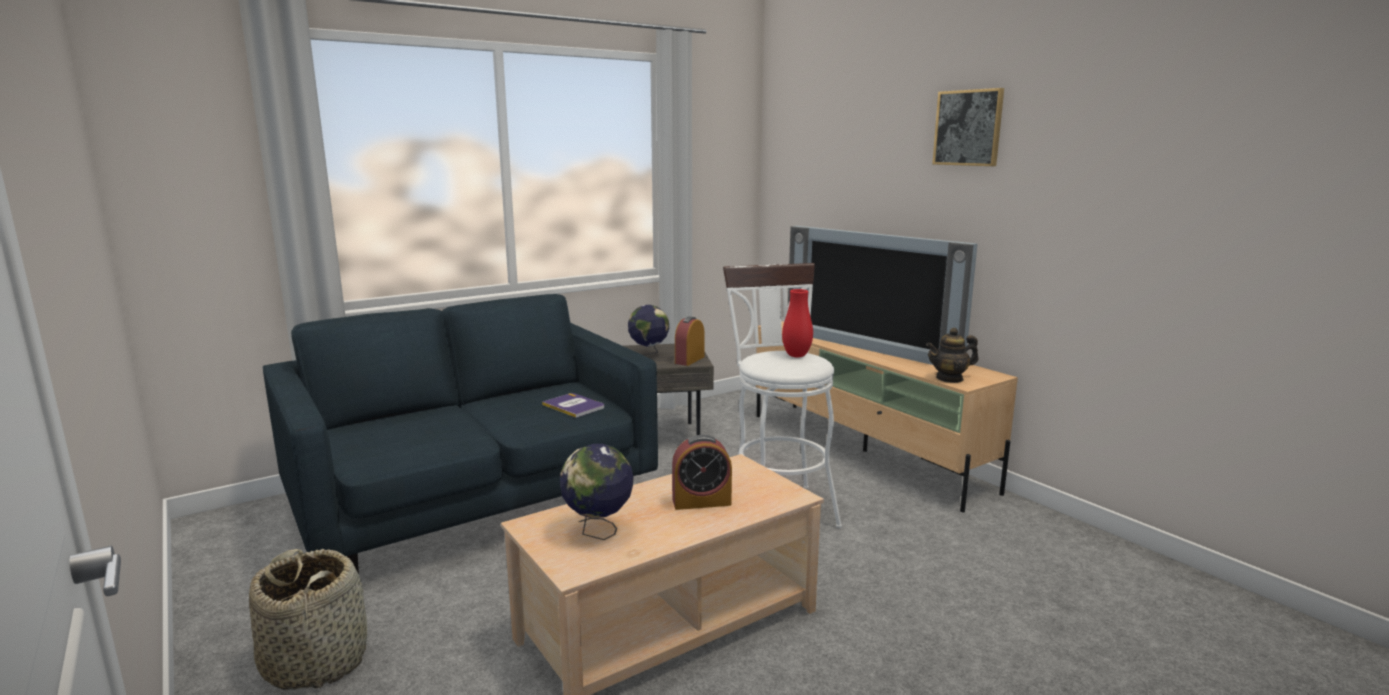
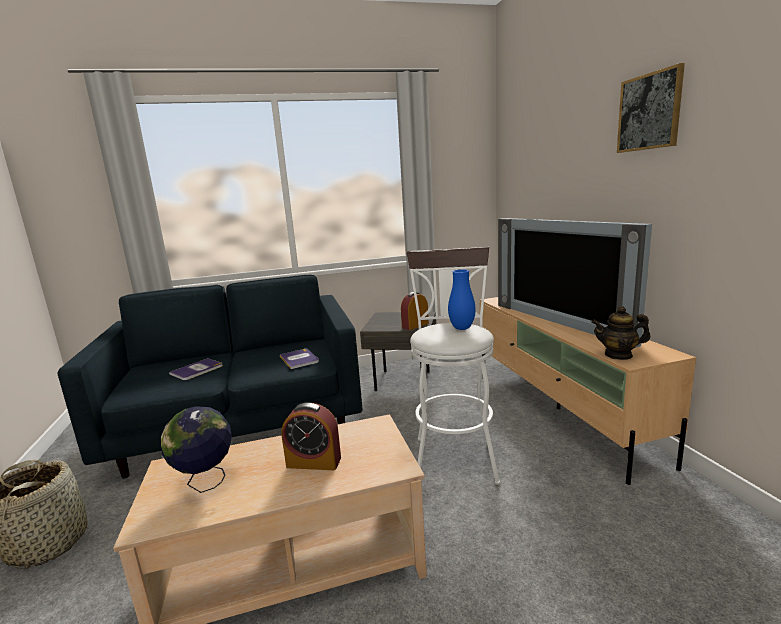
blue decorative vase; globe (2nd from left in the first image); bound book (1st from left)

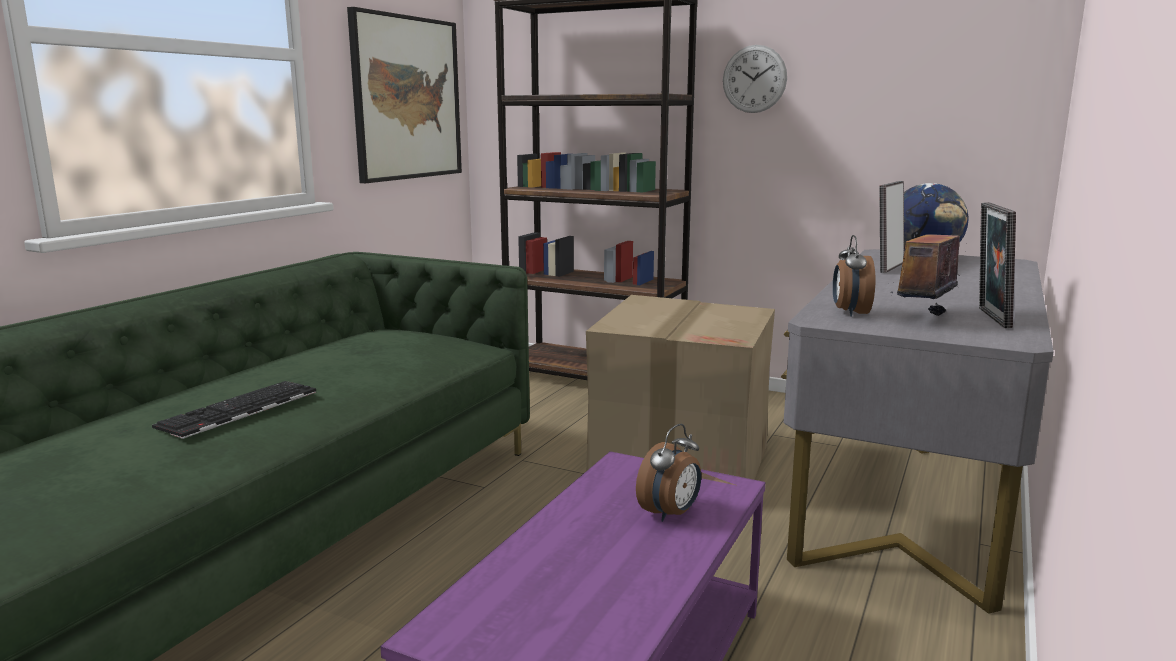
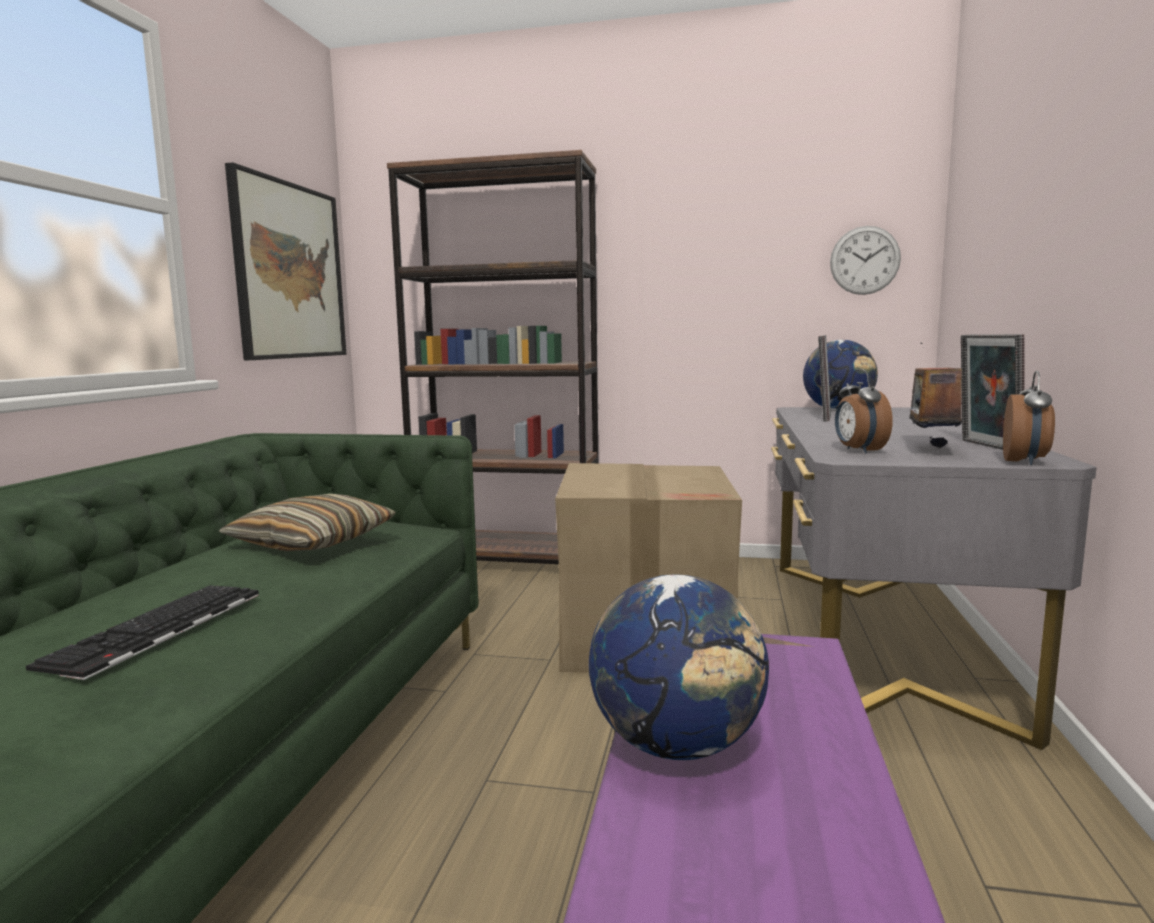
clock on the wall; table clock (2nd from left); throw pillow; globe (1st from left)

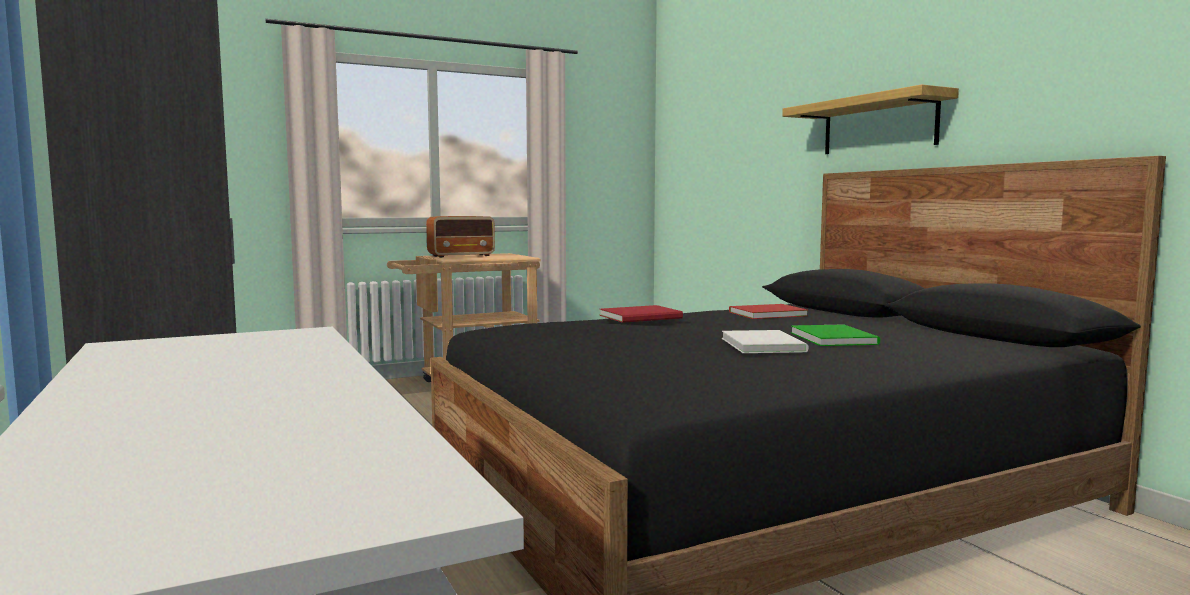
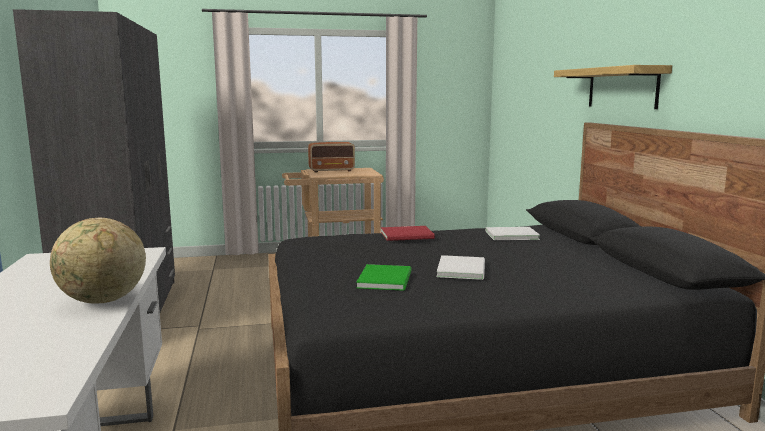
whitish bound book (2nd from left); green bound book; globe

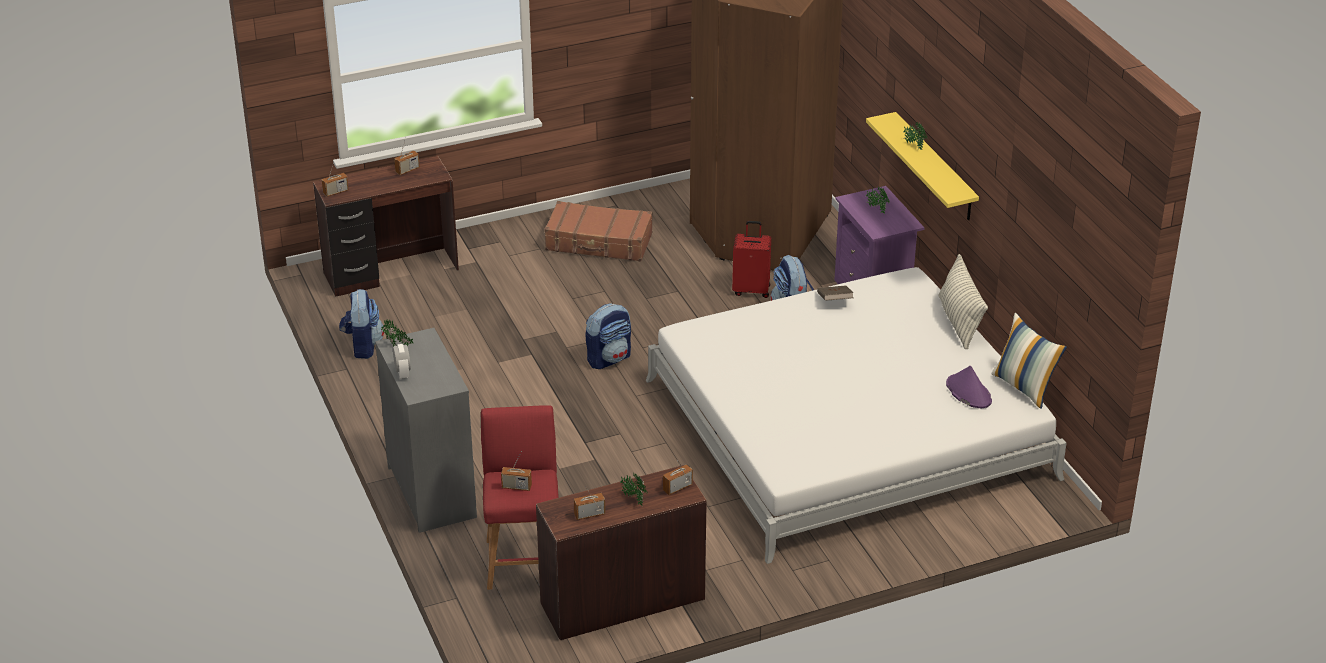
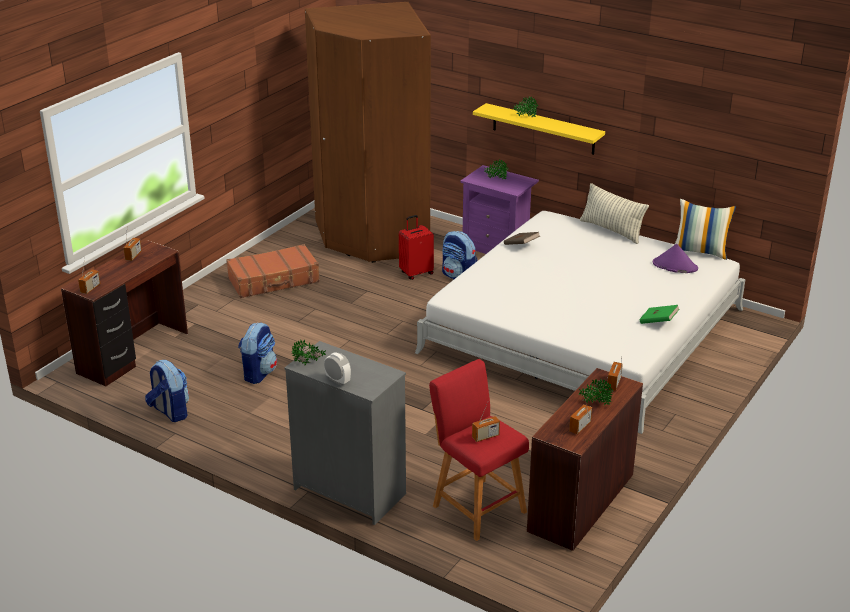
rucksack (2nd from left); green bound book

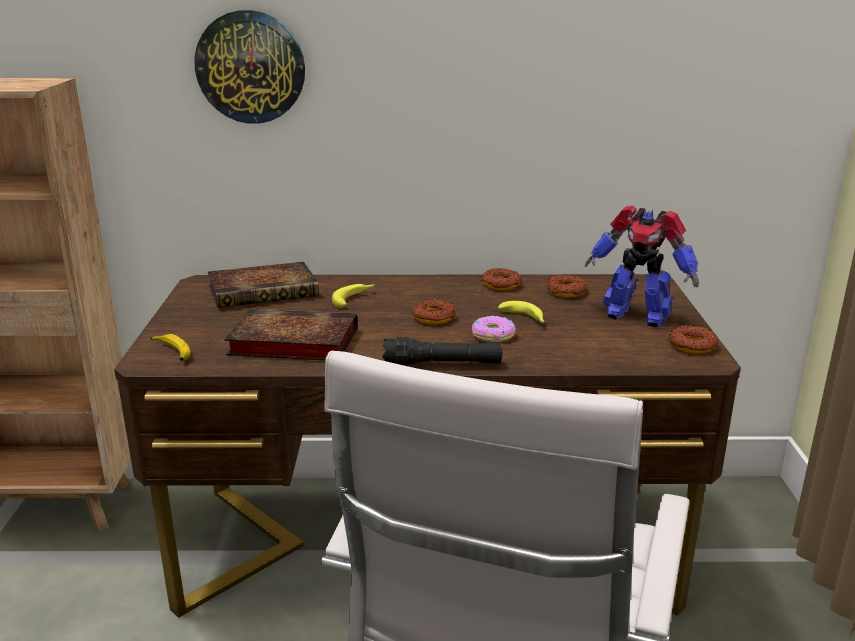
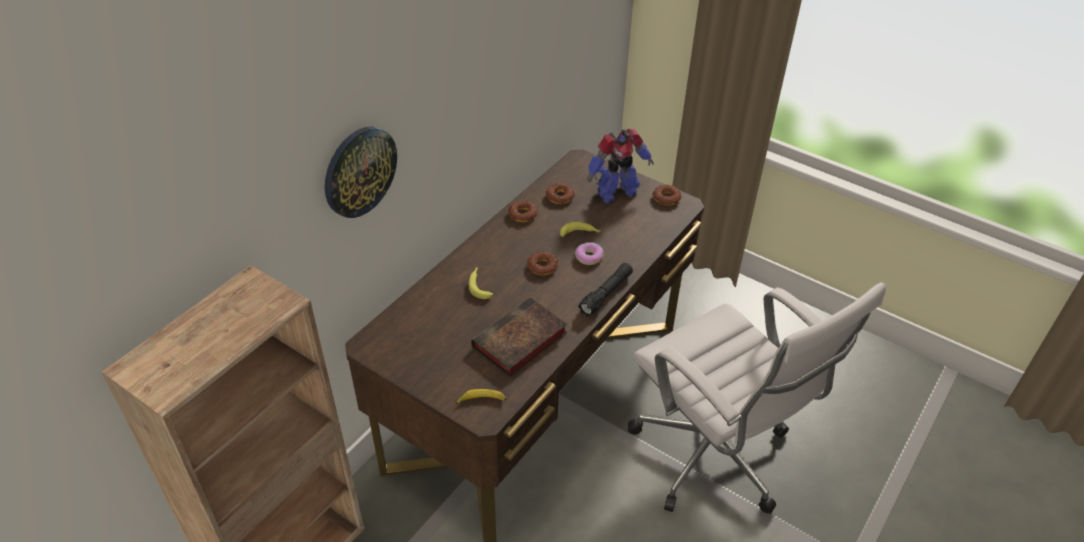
bound book (1st from left in the first image)

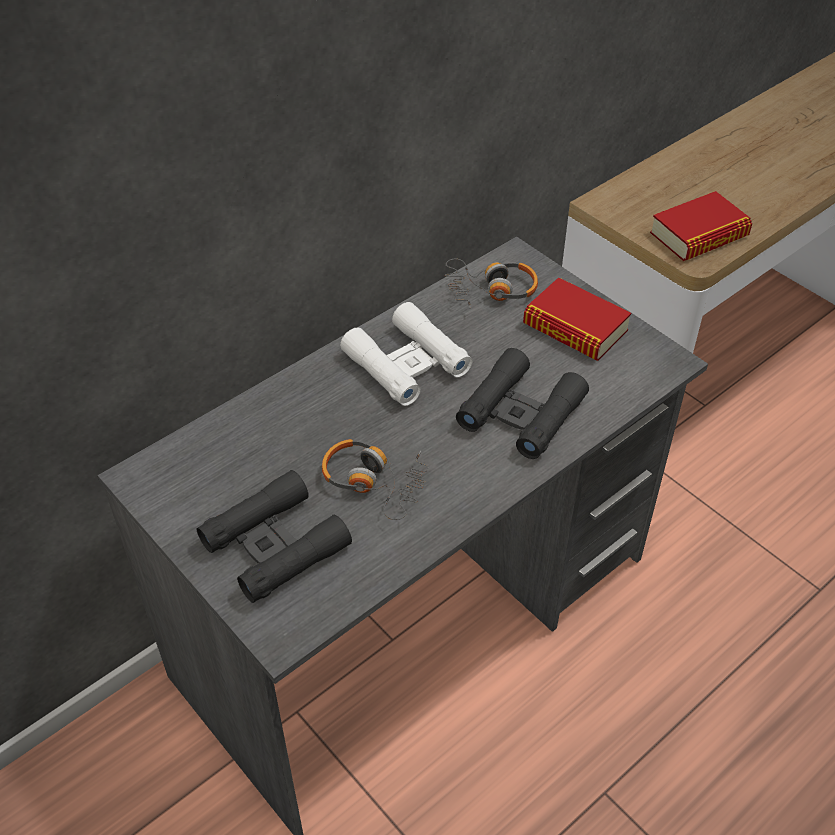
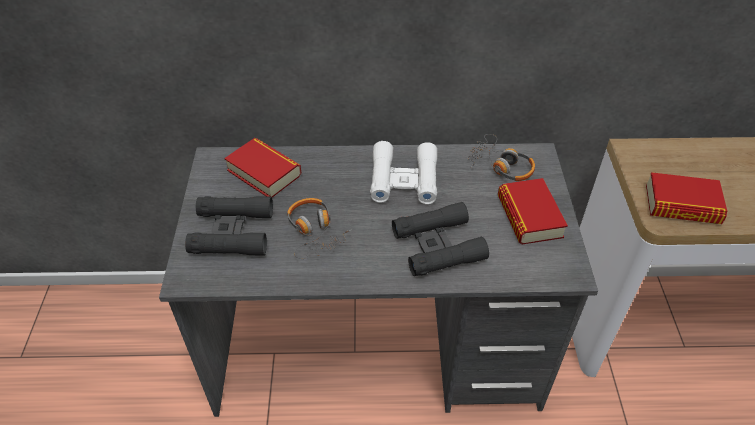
bound book (1st from left)

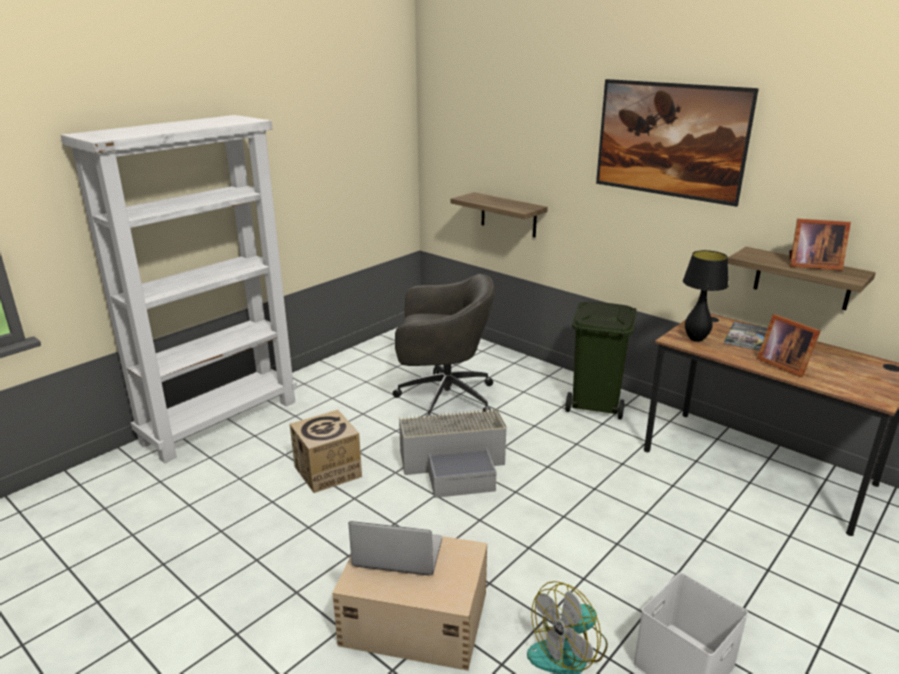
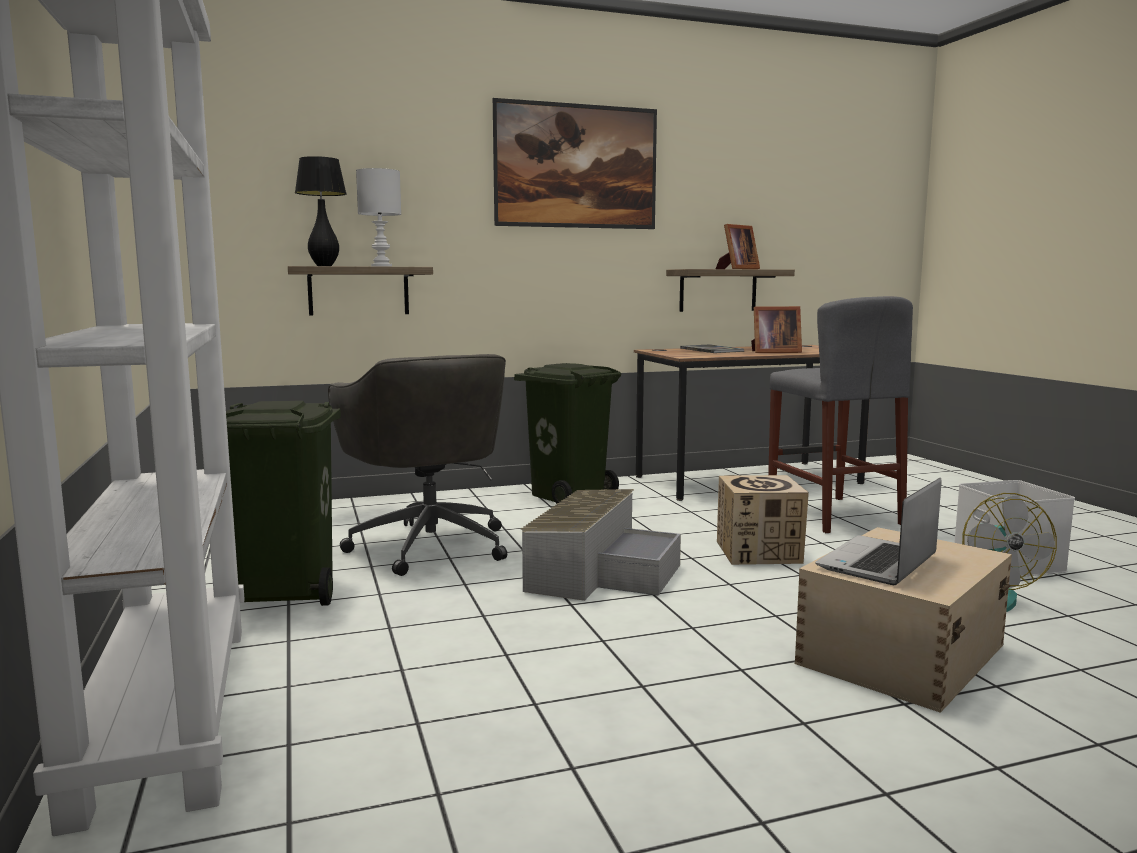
black-coloured table lamp; gray desk chair; carton; whitish table lamp; gray sitting stool; green waste bin (1st from left)

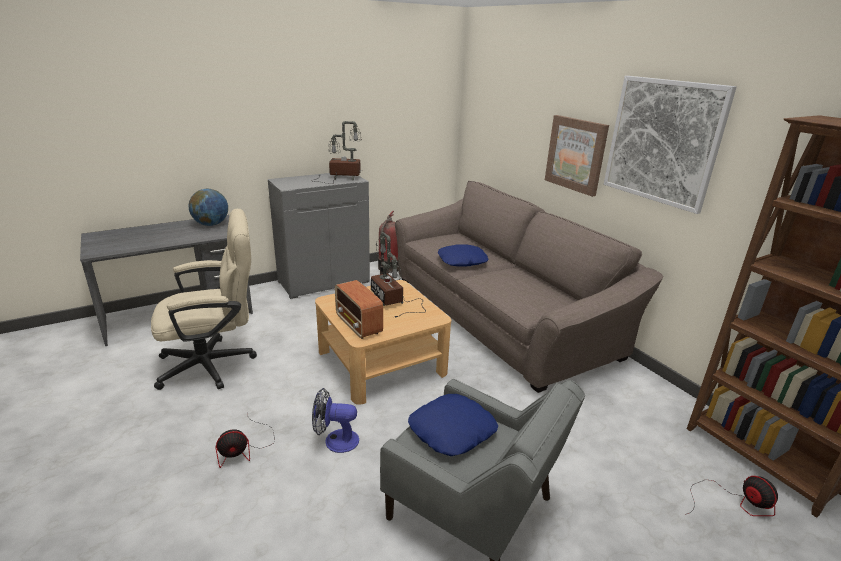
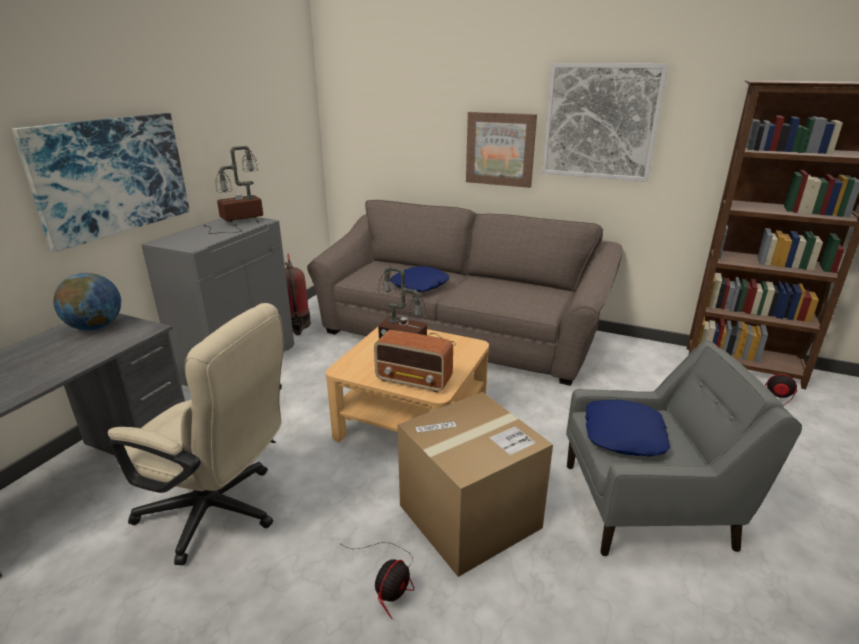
beige-coloured desk chair; carton; wall art (1st from left)

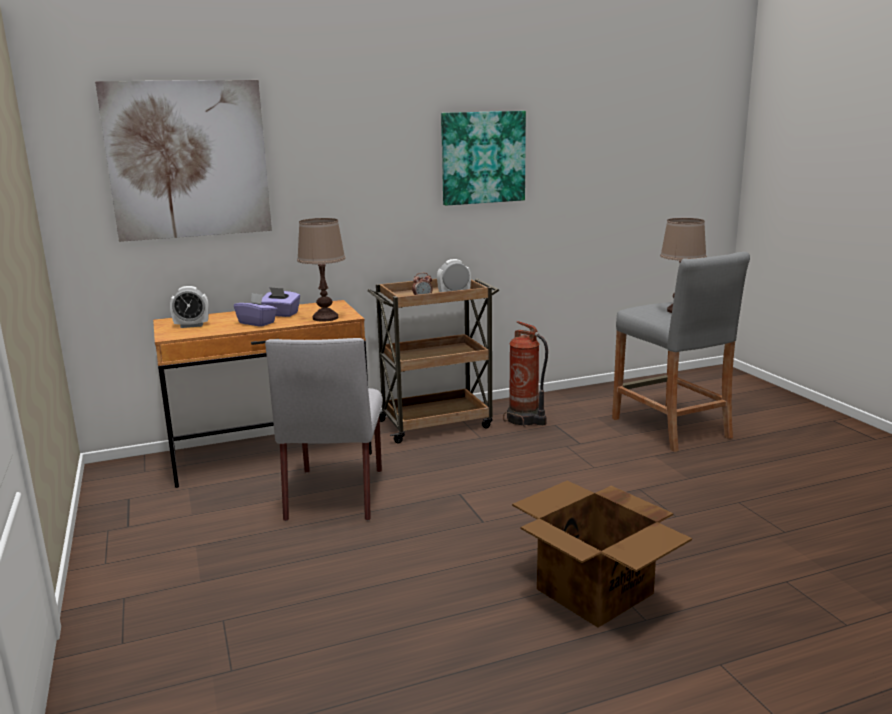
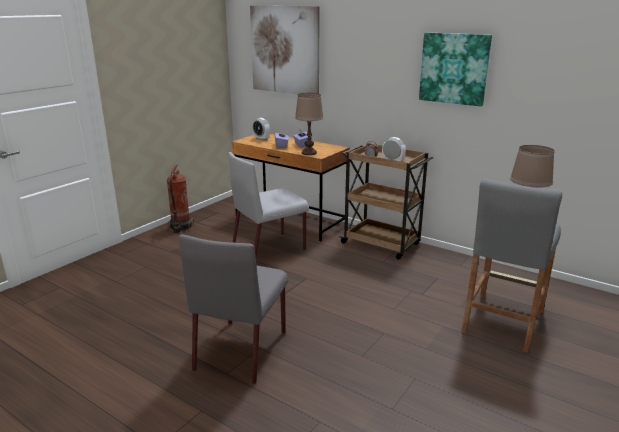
extinguisher; gray upright chair (1st from left)

